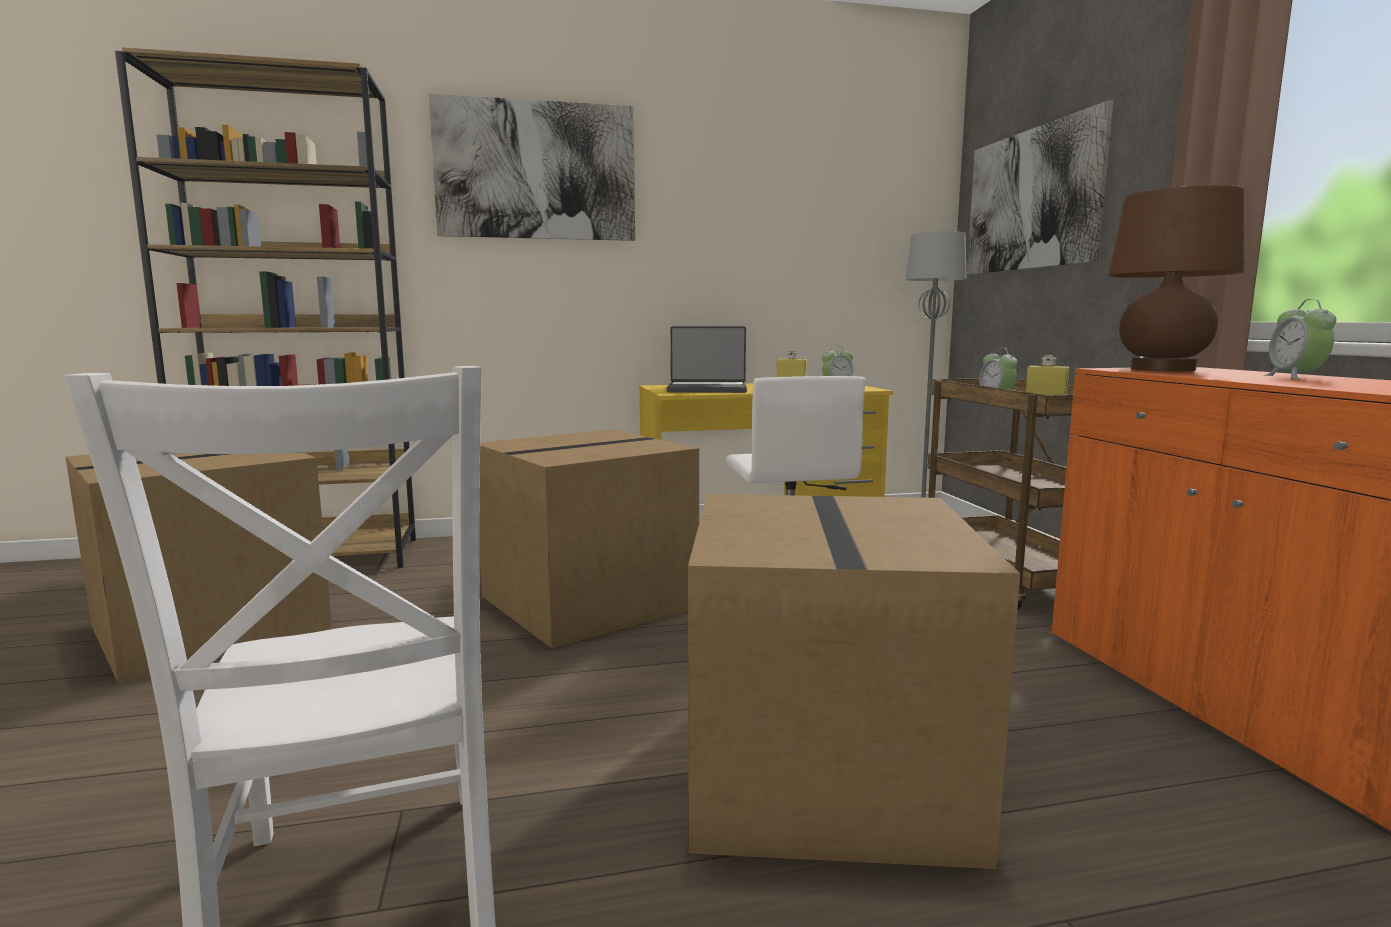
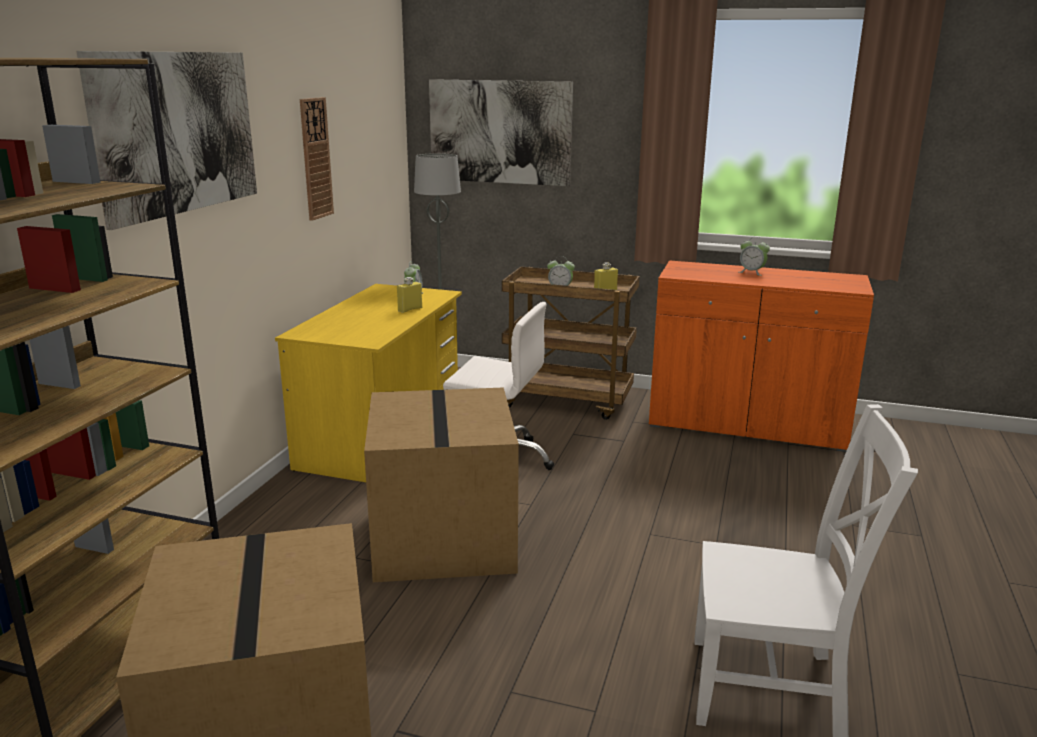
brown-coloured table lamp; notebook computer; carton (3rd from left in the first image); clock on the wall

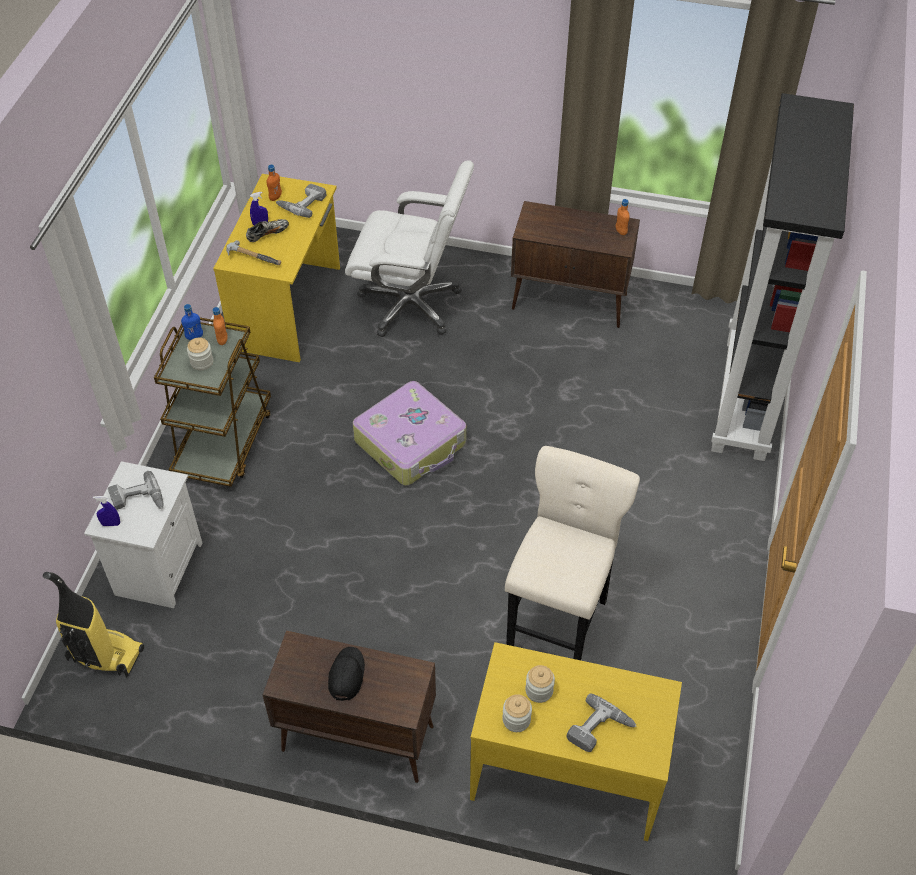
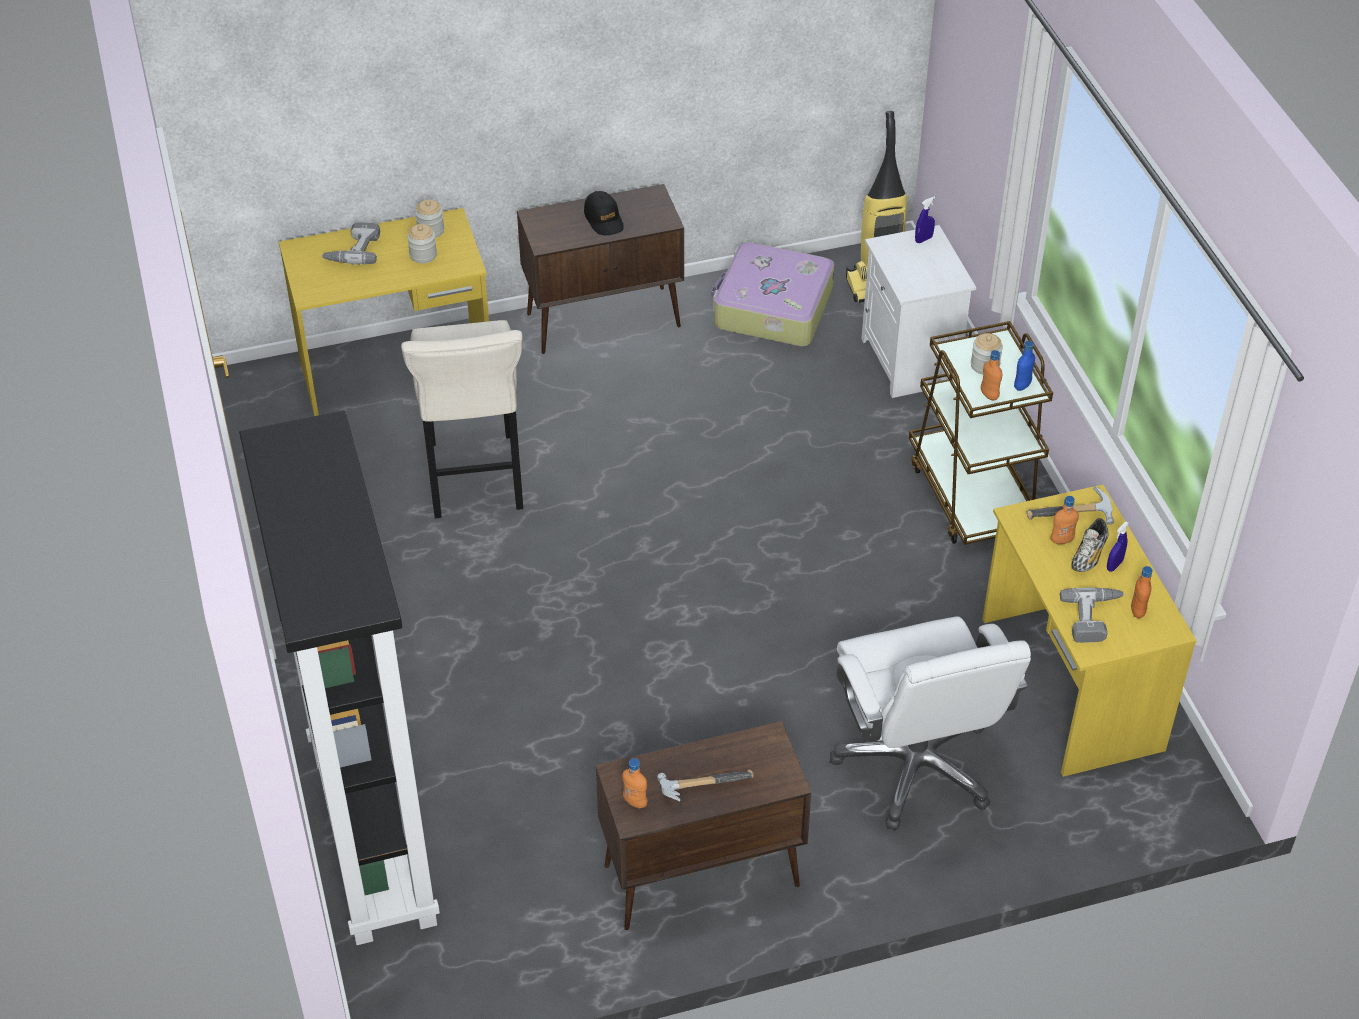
whitish desk chair; travel case; electric drill (1st from left in the first image); orangey drink bottle (3rd from left); hammer (1st from left)

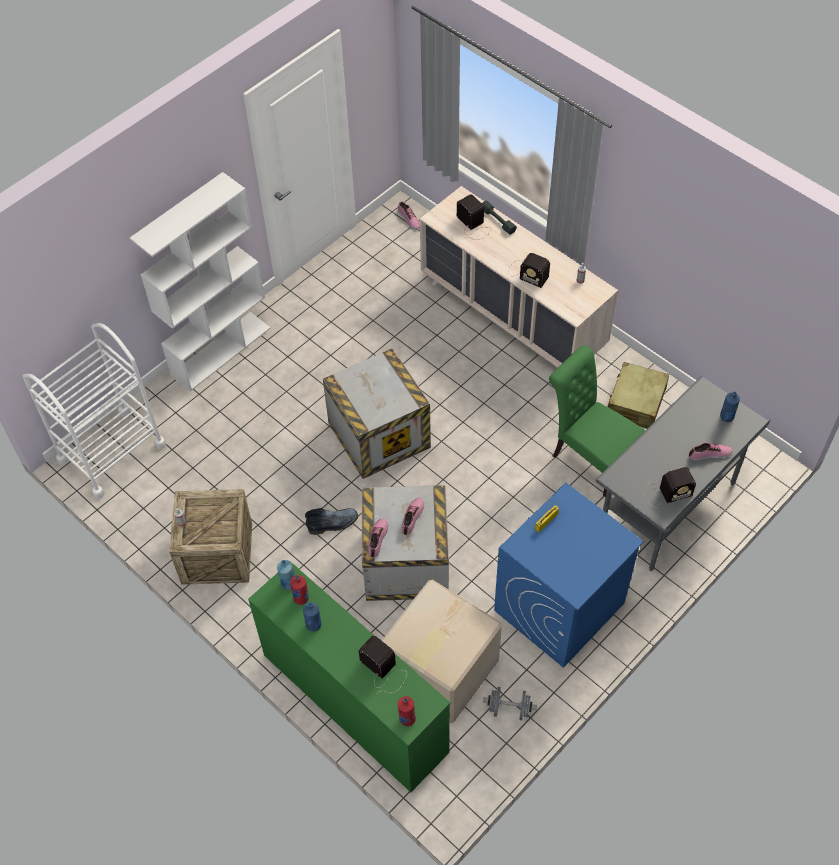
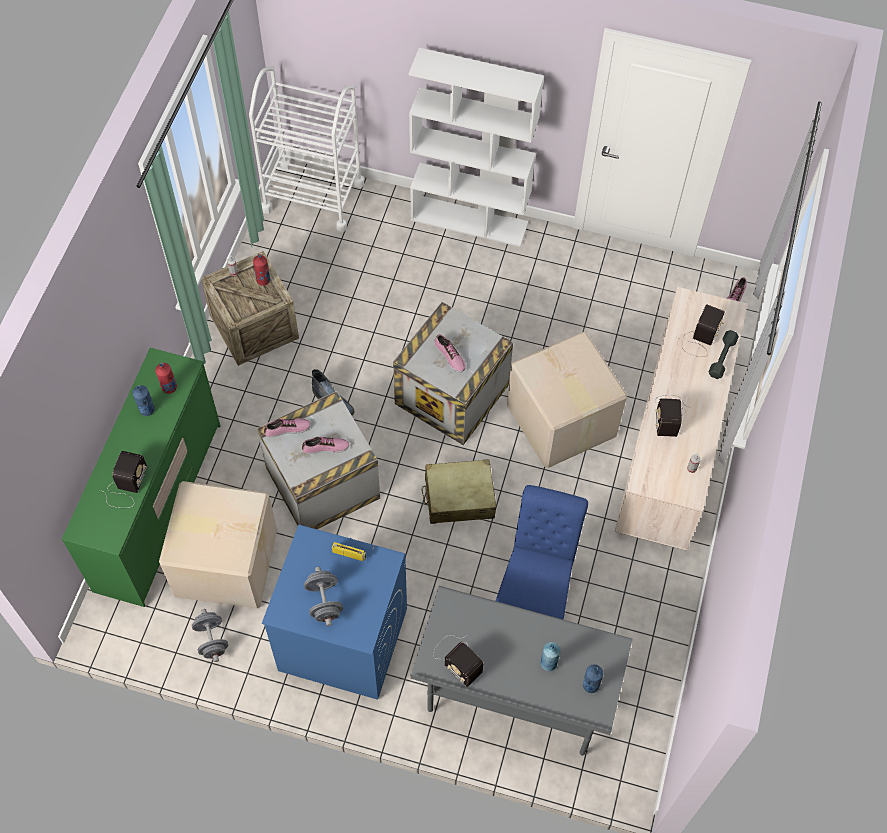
blue upright chair; beige-coloured travel case; item of footwear (3rd from left); blue drink bottle (2nd from left); red drink bottle (2nd from left); carton (2nd from left); gray dumbbell (2nd from left)

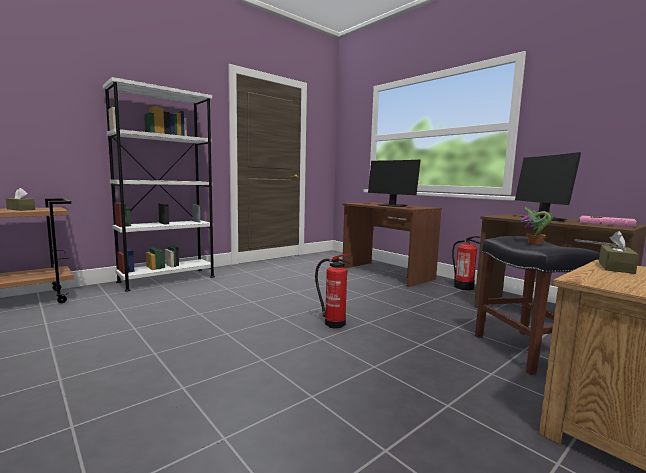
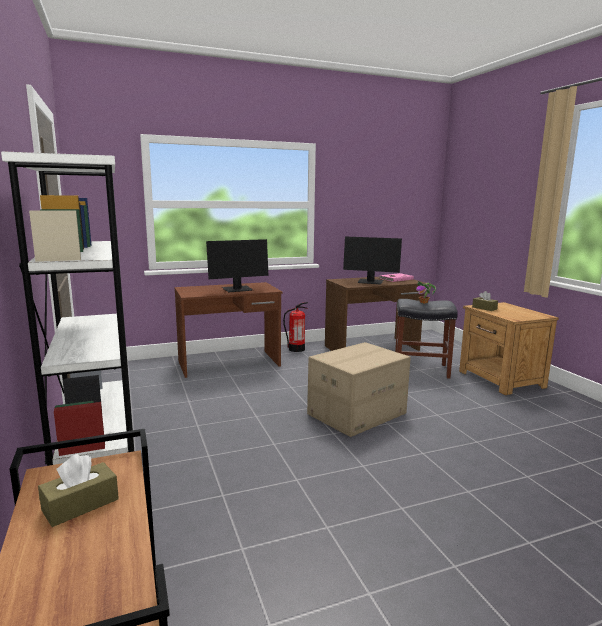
carton

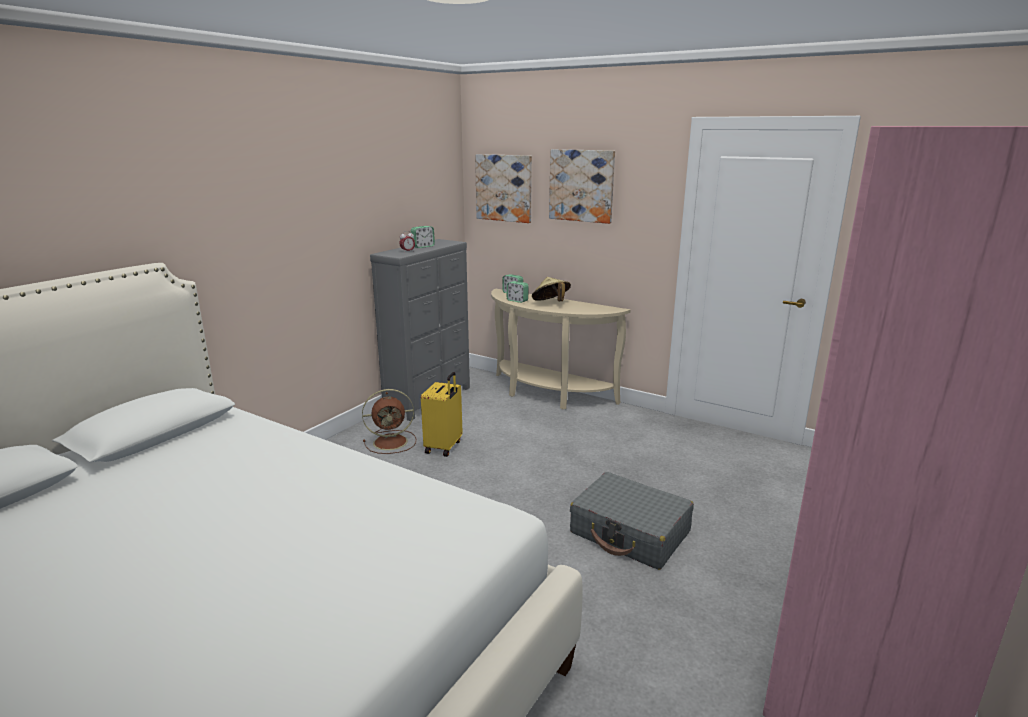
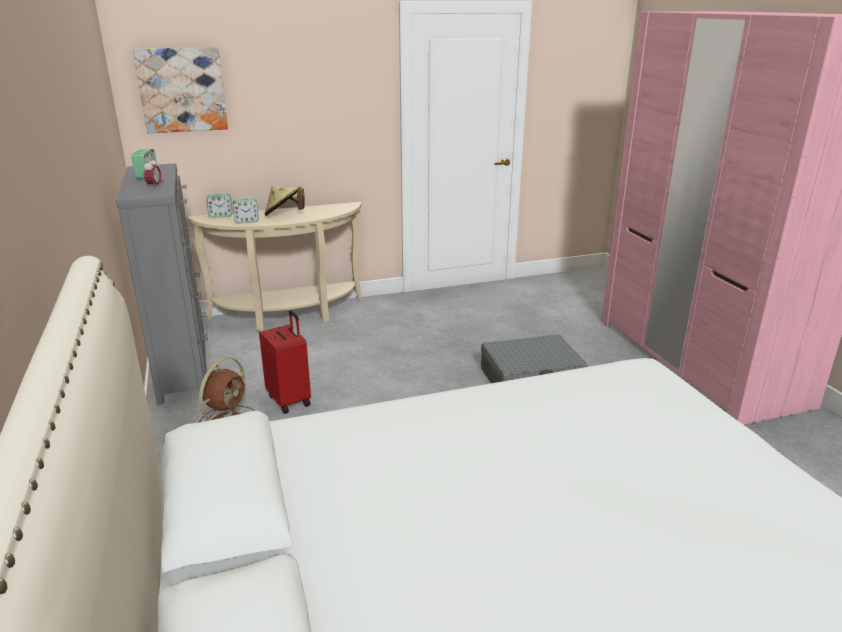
wall art (2nd from left in the first image); red travel case

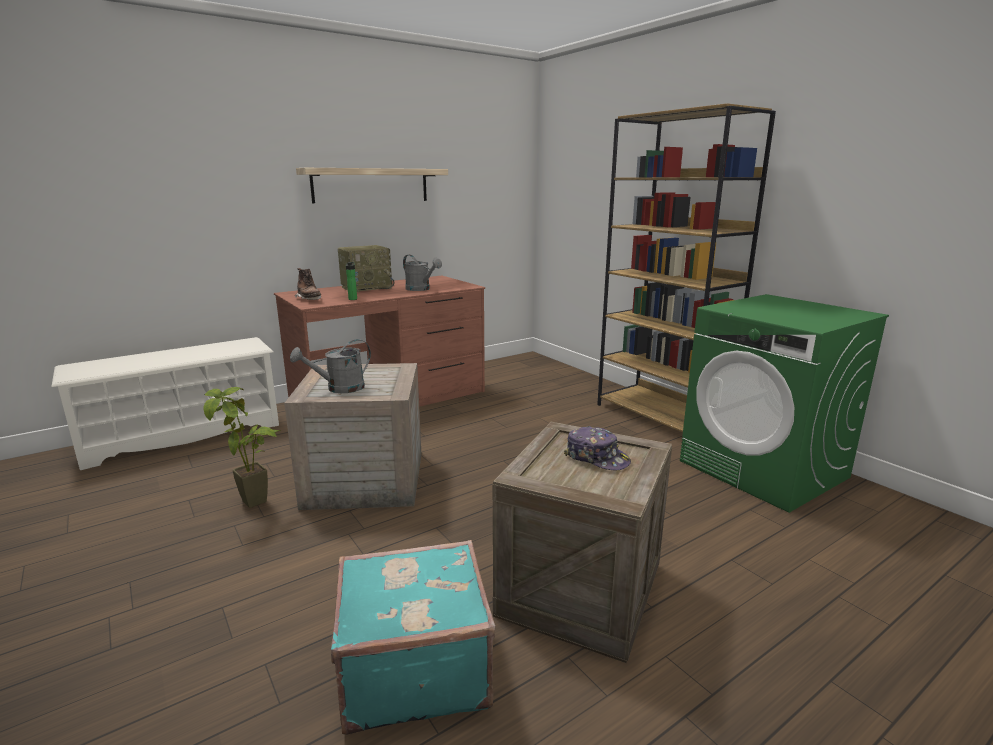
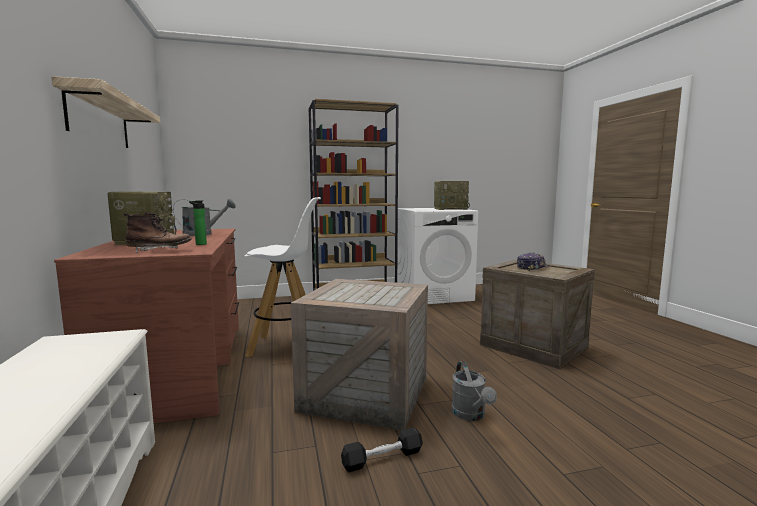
whitish washing machine; gray sprinkling can (2nd from left); black-coloured dumbbell; turquoise travel case; radio (2nd from left); whitish sitting stool

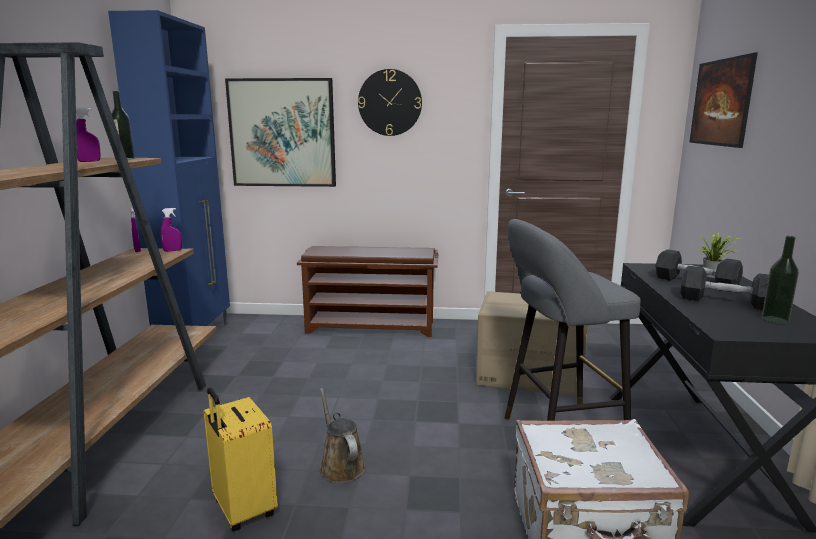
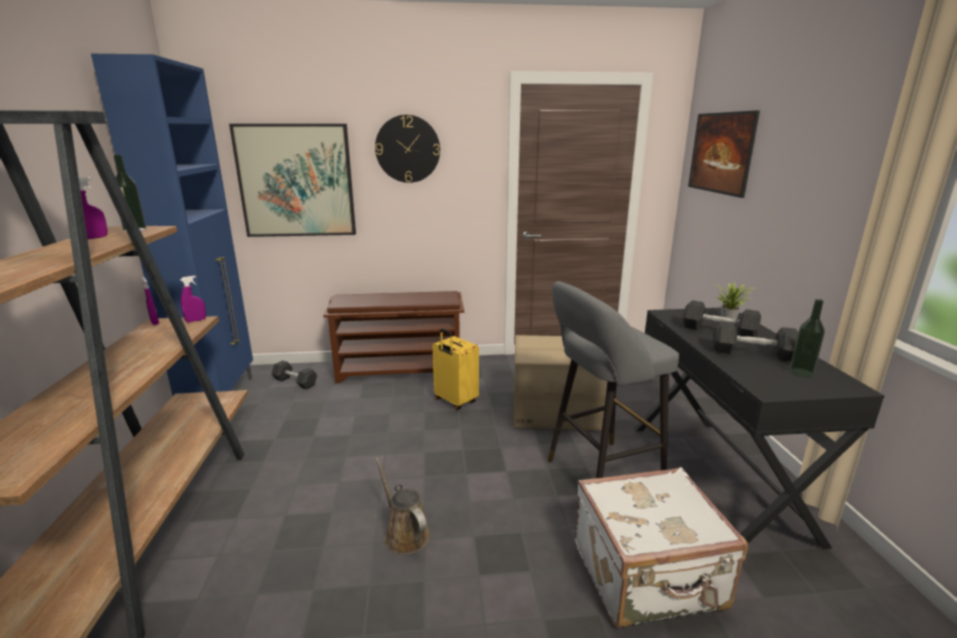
yellow-coloured travel case; gray dumbbell (1st from left)

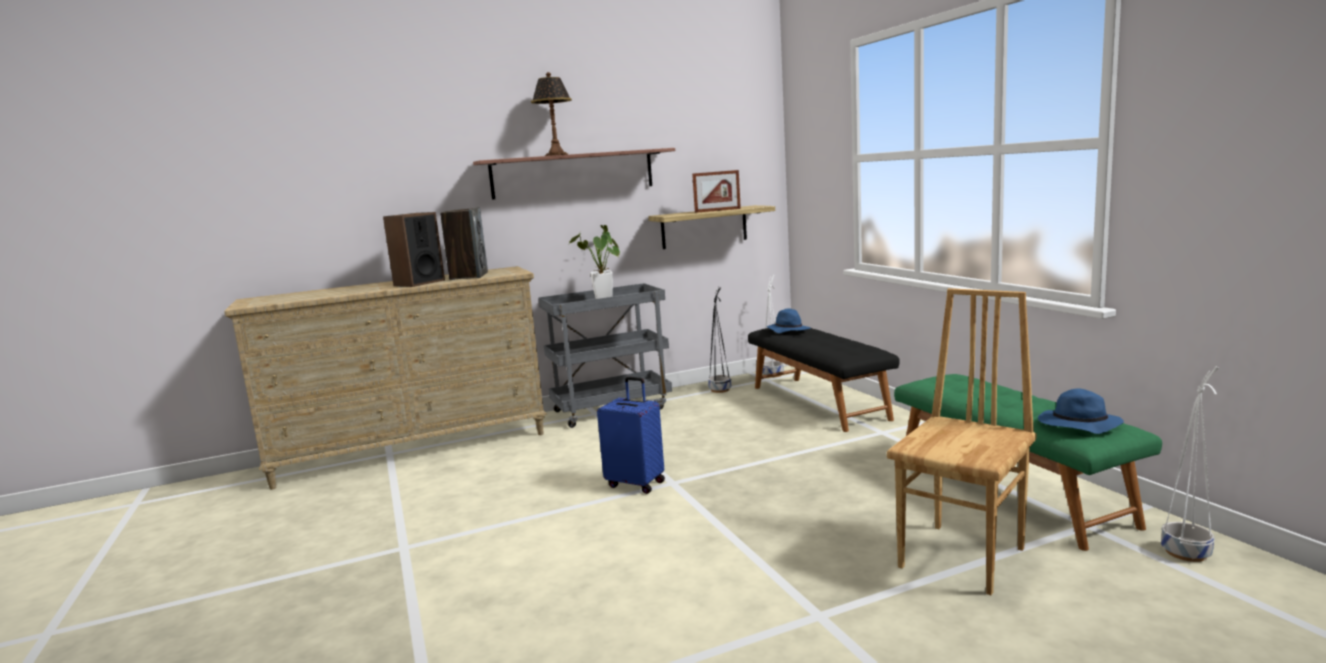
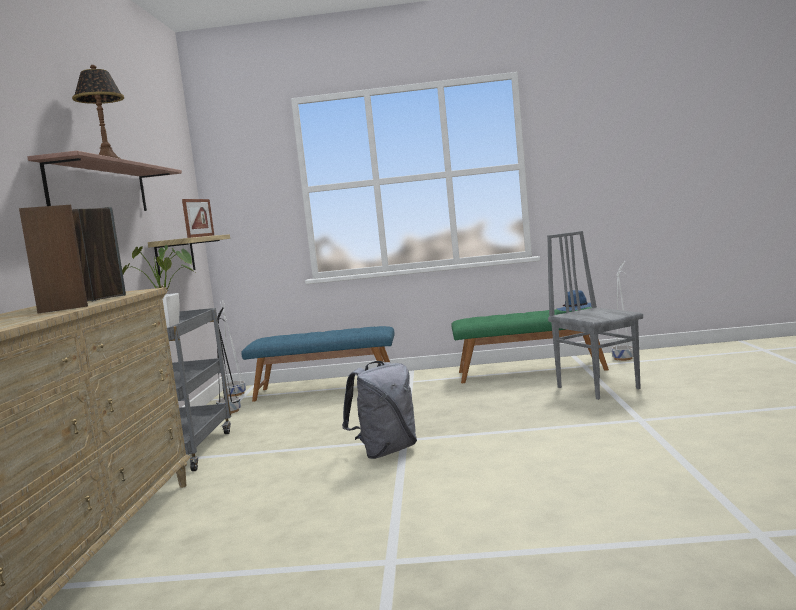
gray upright chair; blue wearable hat (1st from left in the first image); blue indoor bench; gray rucksack

